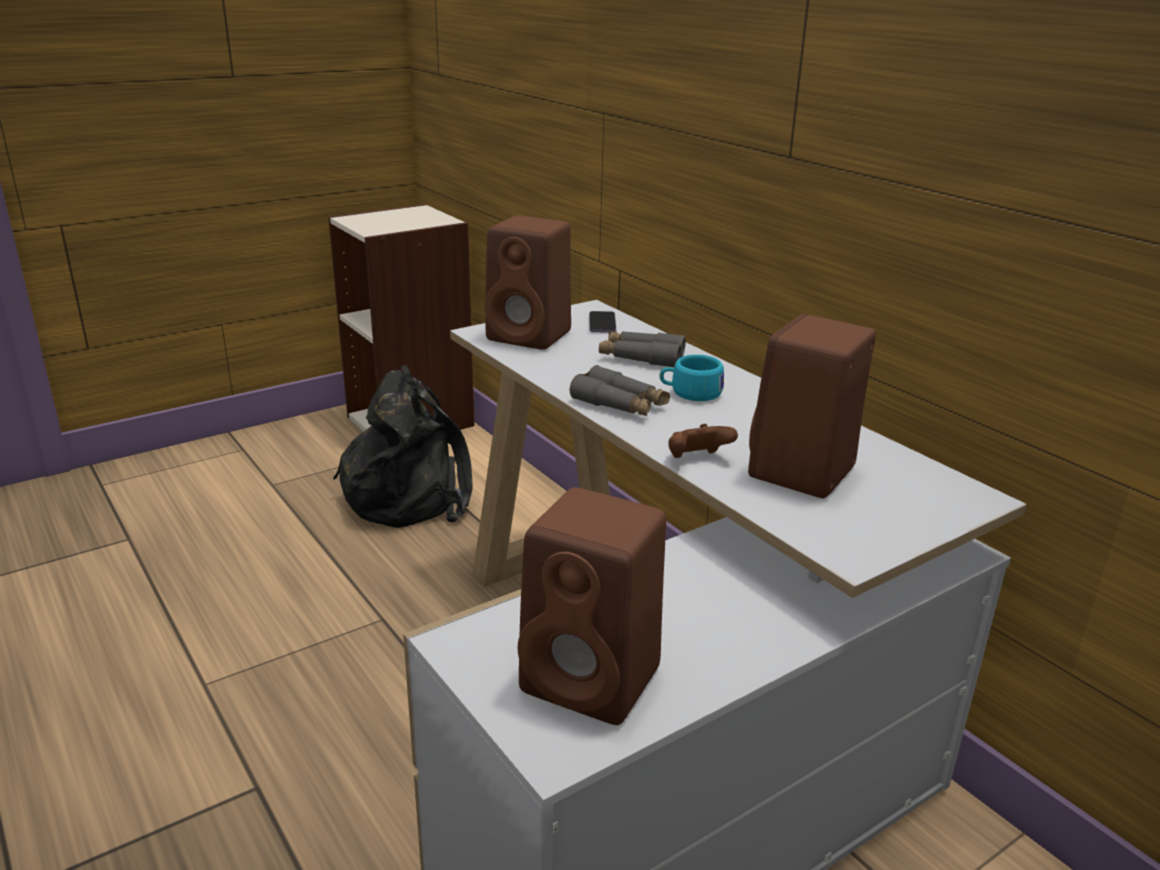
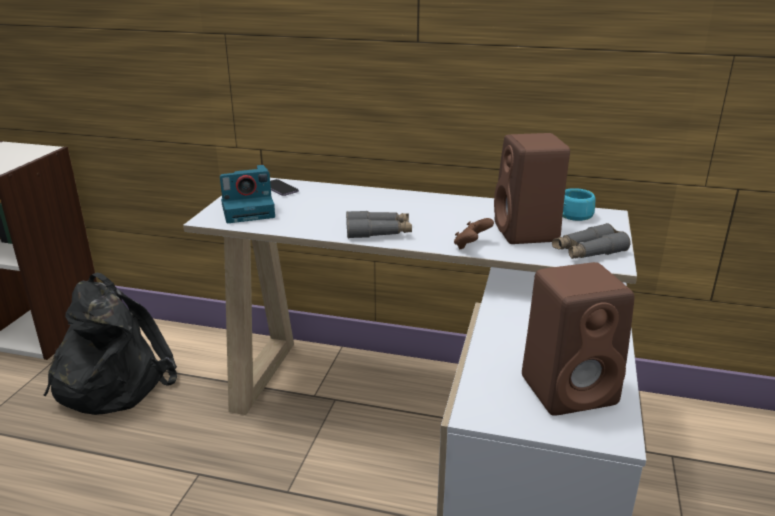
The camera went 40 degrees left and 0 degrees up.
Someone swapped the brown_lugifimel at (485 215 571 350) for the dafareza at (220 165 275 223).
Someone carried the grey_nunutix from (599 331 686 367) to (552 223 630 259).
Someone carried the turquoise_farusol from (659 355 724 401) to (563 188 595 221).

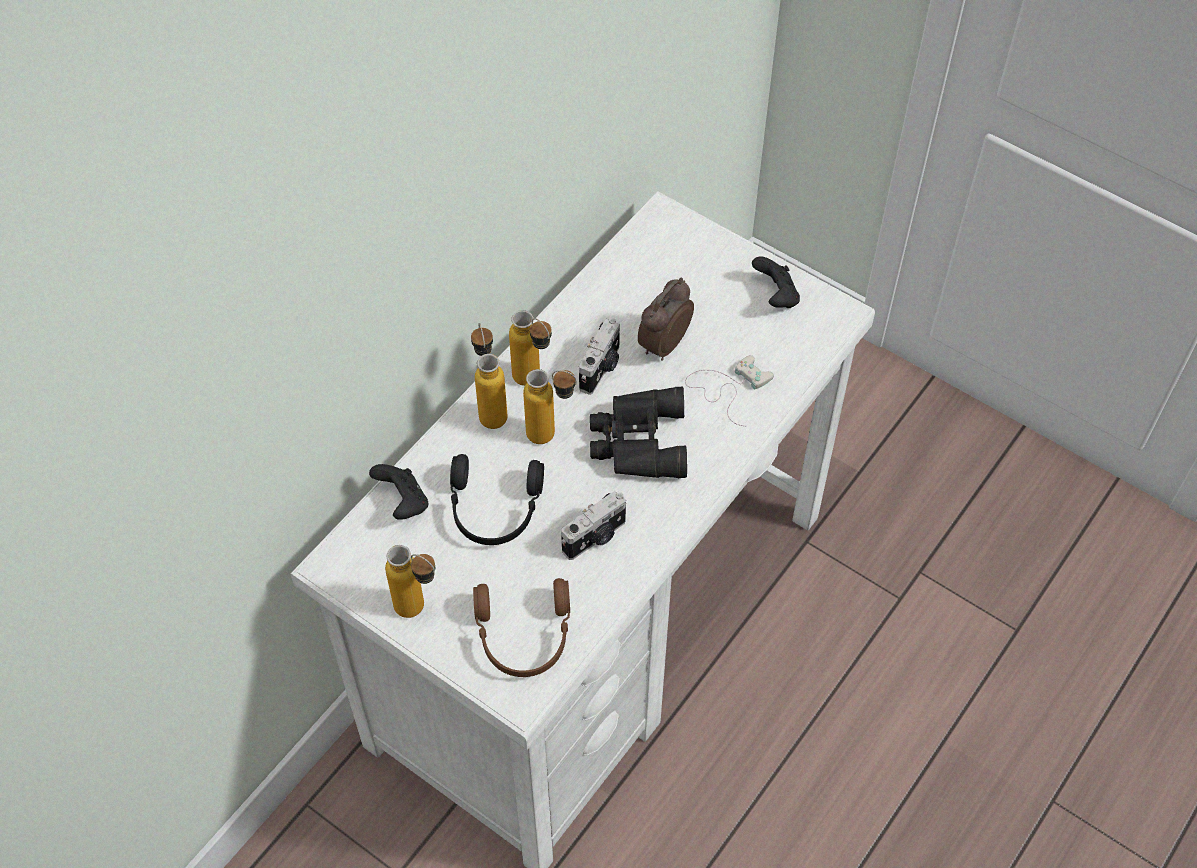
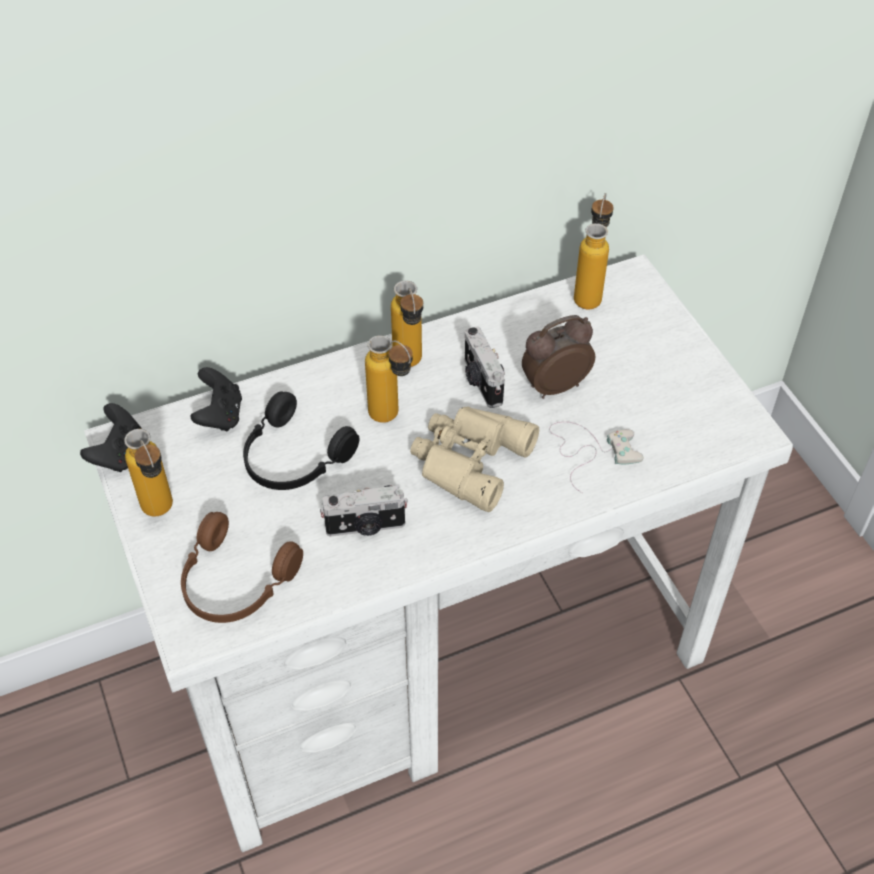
The camera went 30 degrees right and 5 degrees down.
Someone carried the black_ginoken from (752 257 800 308) to (80 403 142 472).
Someone rotated the dafareza at (579 318 620 395) by 105 degrees clockwise.
Someone carried the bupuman from (471 323 508 429) to (574 193 614 309).
Someone repainted the black_nunutix at (590 387 687 478), which became the beige_nunutix at (410 406 539 512).

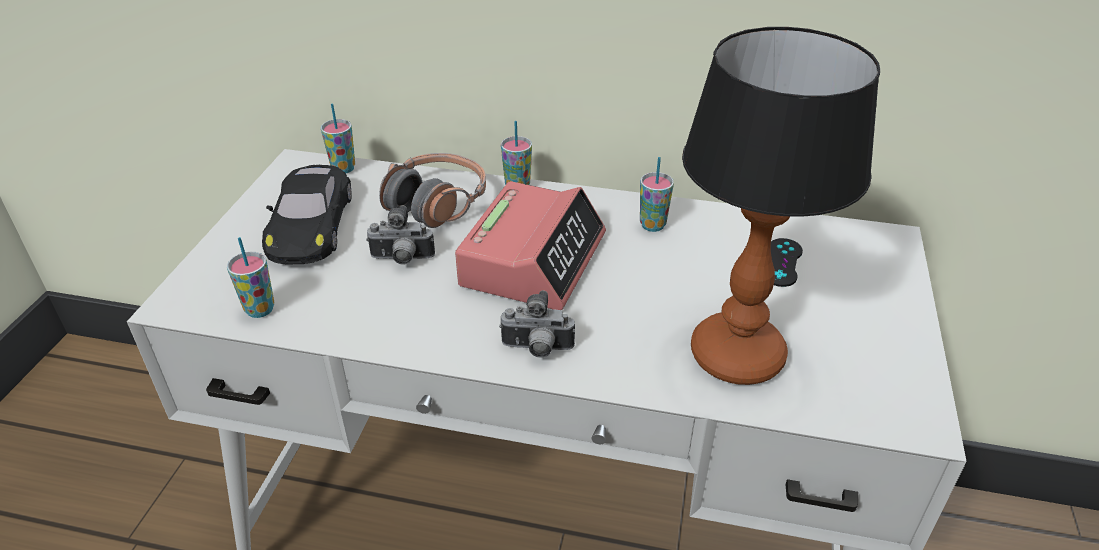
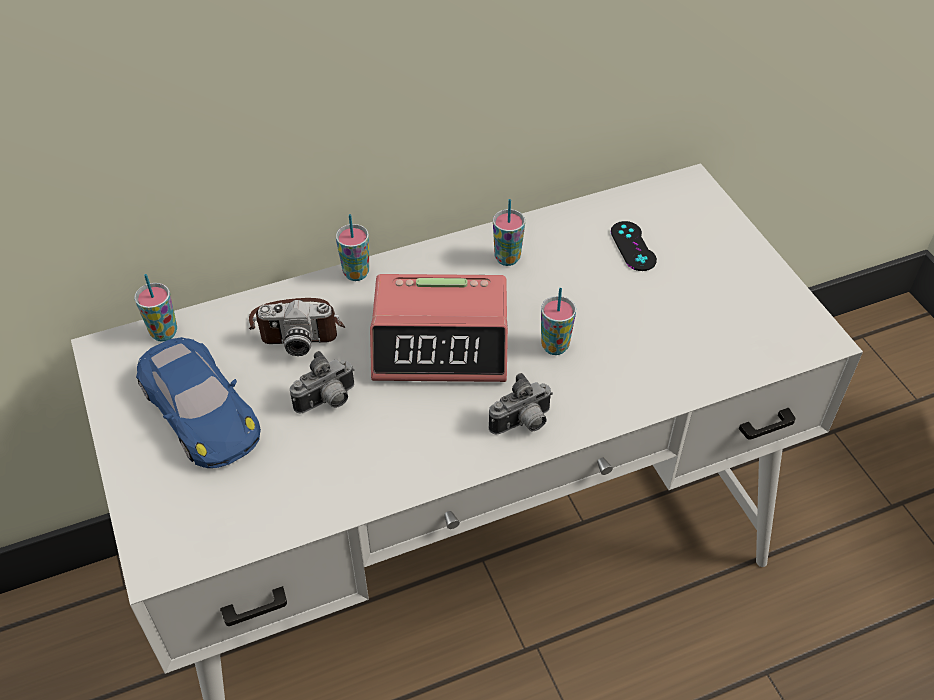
The camera went 35 degrees left and 10 degrees up.
Someone took away the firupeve at (682 27 880 385).
Someone swapped the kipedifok at (379 153 486 228) for the dafareza at (249 298 345 356).
Someone repainted the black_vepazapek at (262 165 352 265), which became the blue_vepazapek at (136 337 261 468).
Someone rotated the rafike at (455 181 606 310) by 105 degrees clockwise.
Someone carried the farusol from (227 237 274 318) to (541 288 576 355).

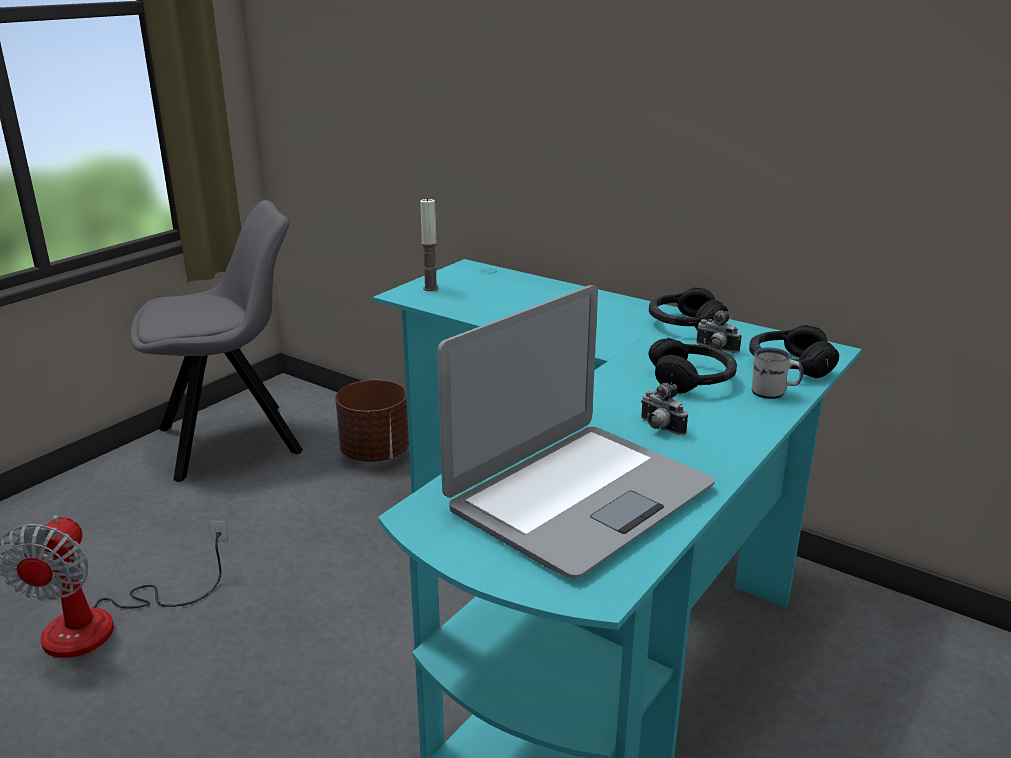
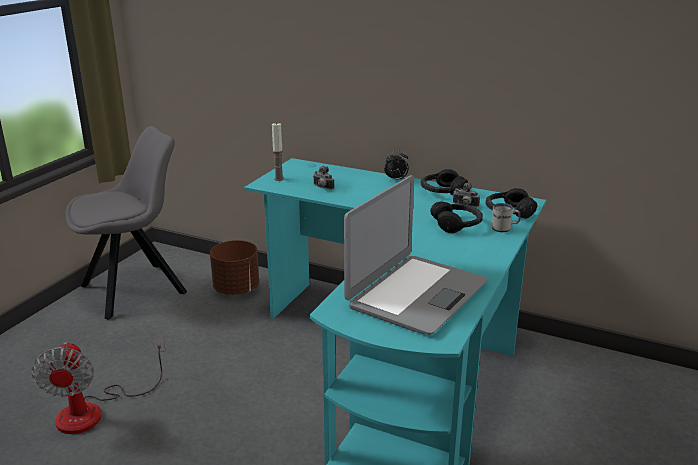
The camera went 10 degrees left and 0 degrees up.
Someone carried the dafareza from (641 383 688 435) to (313 166 334 190).
Someone put down the rafike at (384 150 408 181).

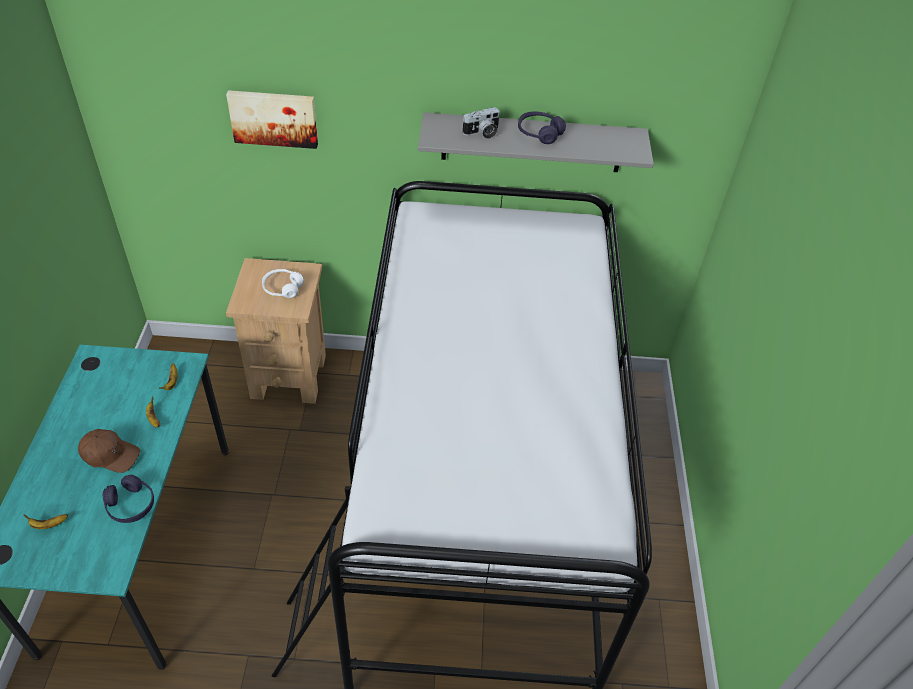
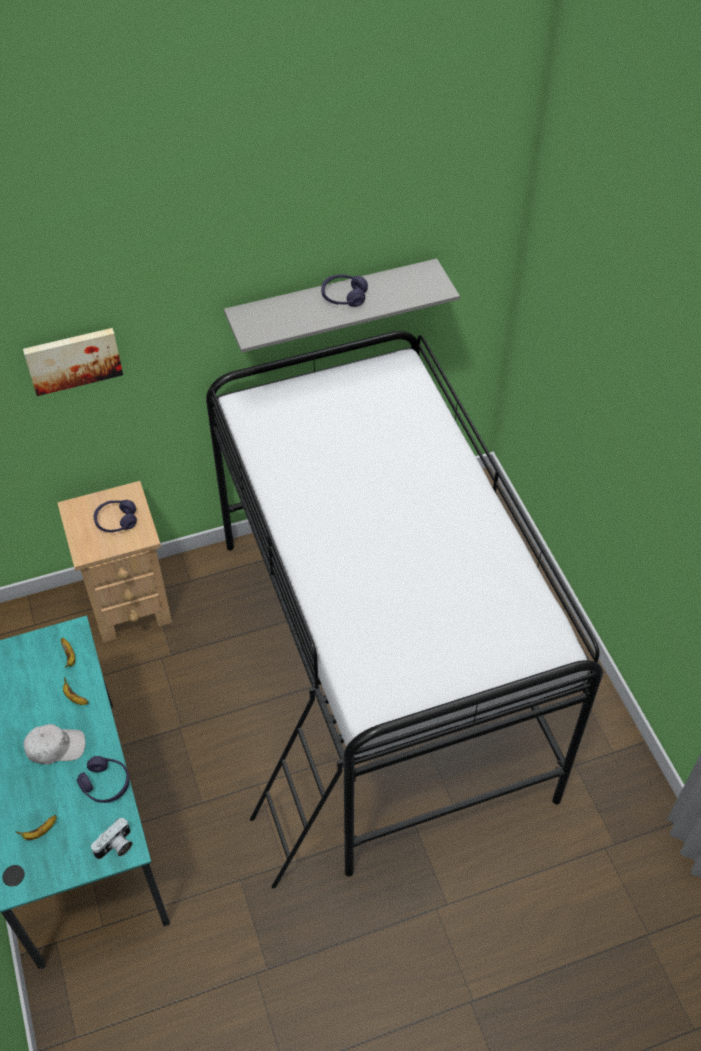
The camera went 20 degrees left and 5 degrees up.
Someone carried the dafareza from (462 107 500 139) to (91 818 133 859).
Someone repainted the white_kipedifok at (262 269 304 298), which became the purple_kipedifok at (94 500 137 533).
Someone repainted the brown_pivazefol at (78 429 141 473), which became the white_pivazefol at (24 724 86 765).

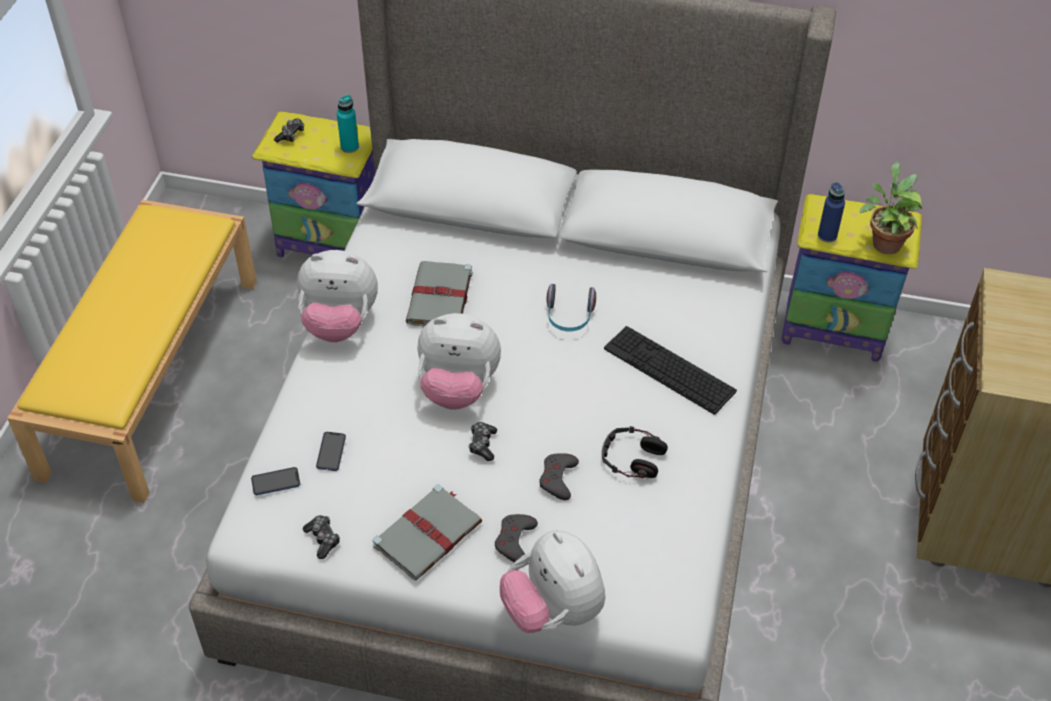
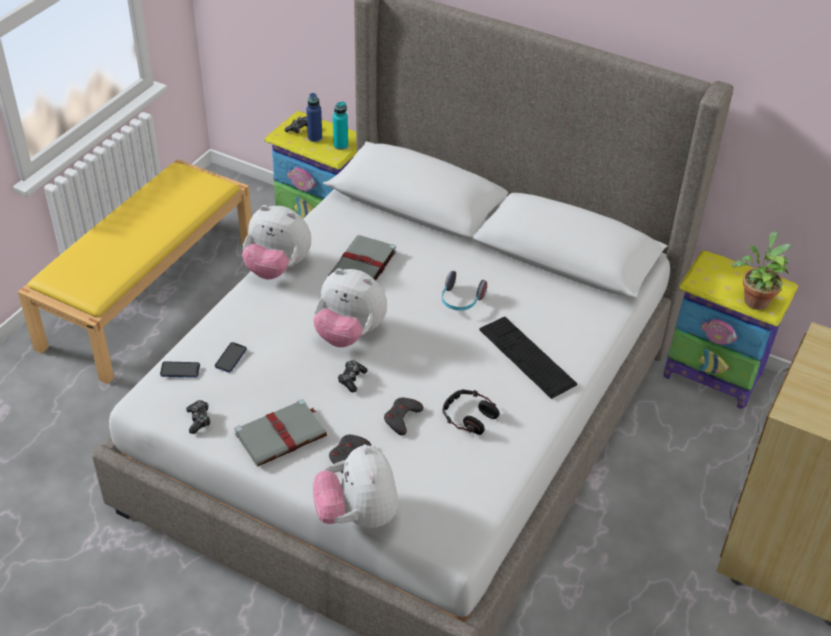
The camera went 15 degrees right and 5 degrees down.
Someone carried the blue_bupuman from (818 182 845 242) to (306 93 322 142).

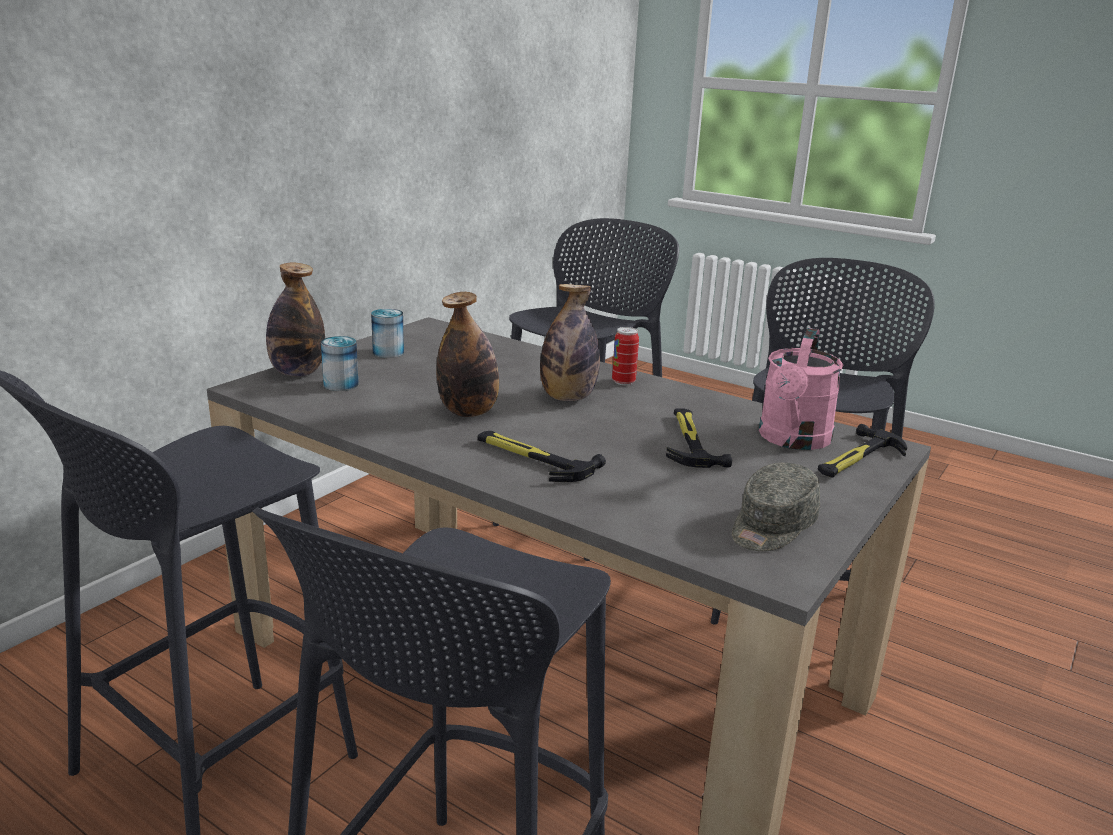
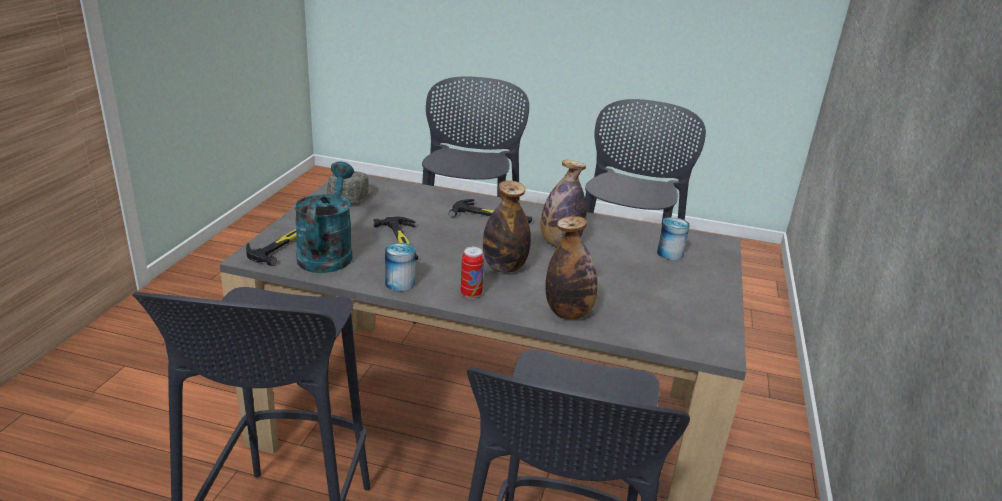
The camera went 160 degrees right and 5 degrees up.
Someone carried the bupuman from (266 263 325 377) to (545 216 598 319).
Someone carried the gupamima from (371 309 404 358) to (385 243 415 292).
Someone repainted the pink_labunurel at (759 328 843 450), which became the turquoise_labunurel at (294 161 354 273).

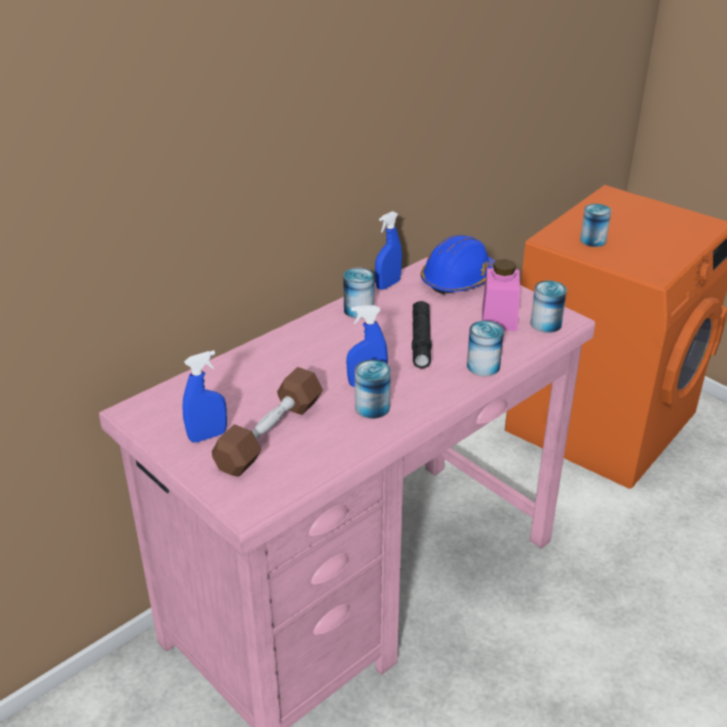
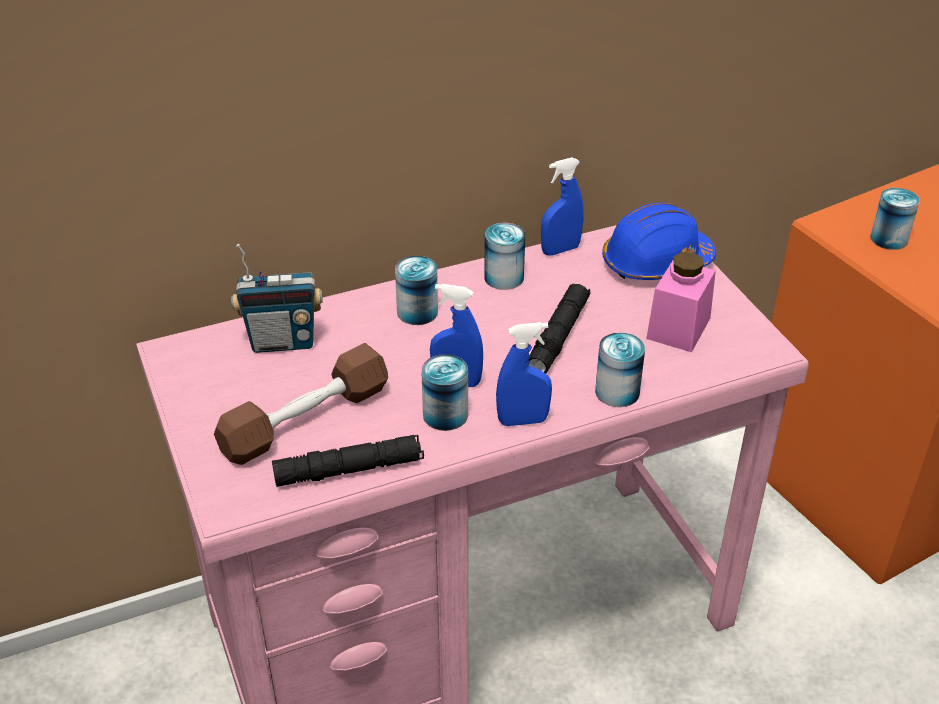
The camera went 20 degrees right and 5 degrees up.
Someone carried the gupamima from (530 281 567 333) to (395 256 438 325).
Someone carried the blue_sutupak from (182 350 227 443) to (496 322 552 426).
Someone put down the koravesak at (231 244 323 353).
Someone put down the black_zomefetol at (272 435 424 487).

